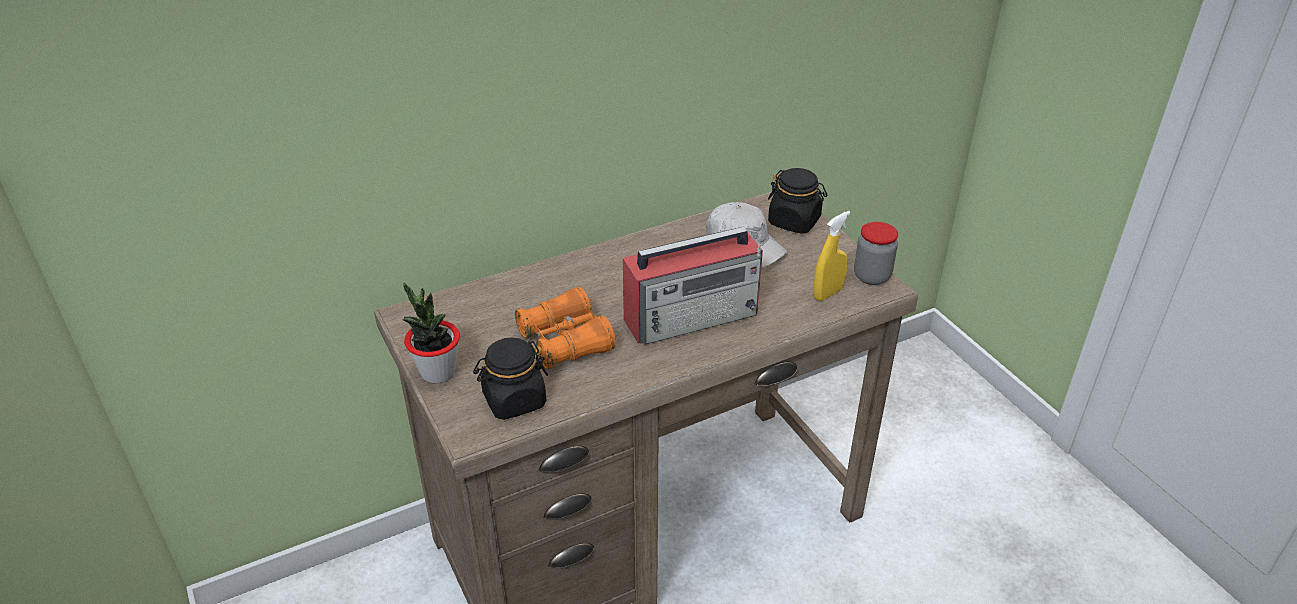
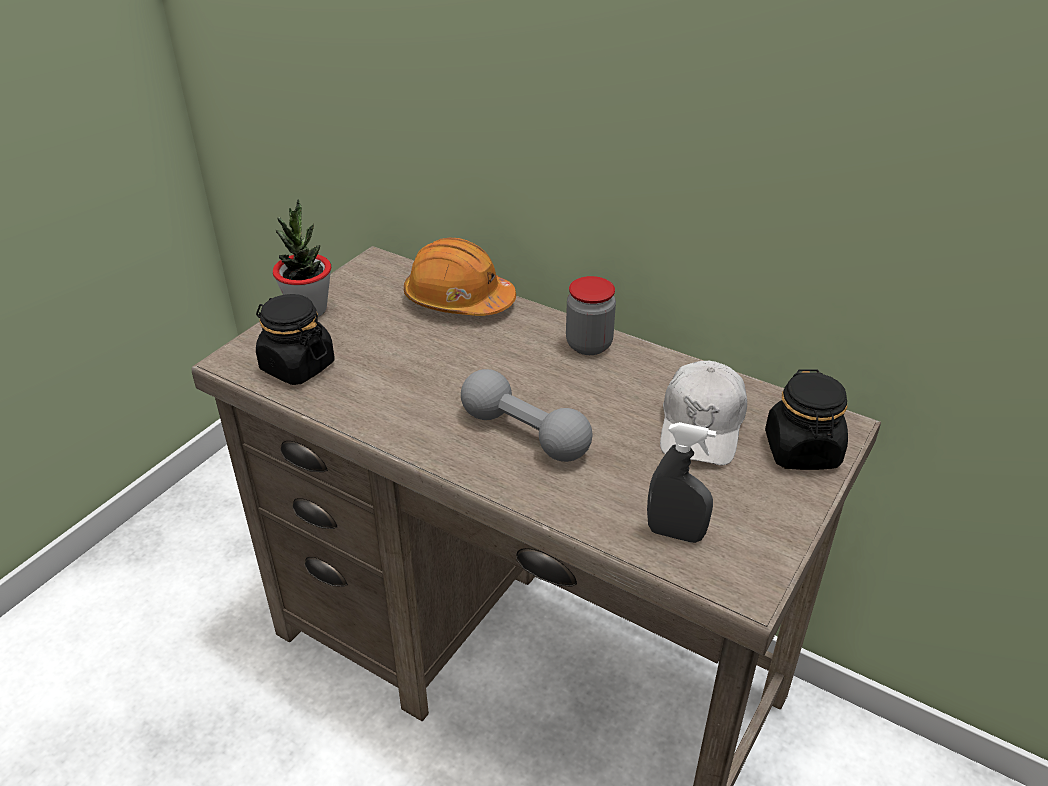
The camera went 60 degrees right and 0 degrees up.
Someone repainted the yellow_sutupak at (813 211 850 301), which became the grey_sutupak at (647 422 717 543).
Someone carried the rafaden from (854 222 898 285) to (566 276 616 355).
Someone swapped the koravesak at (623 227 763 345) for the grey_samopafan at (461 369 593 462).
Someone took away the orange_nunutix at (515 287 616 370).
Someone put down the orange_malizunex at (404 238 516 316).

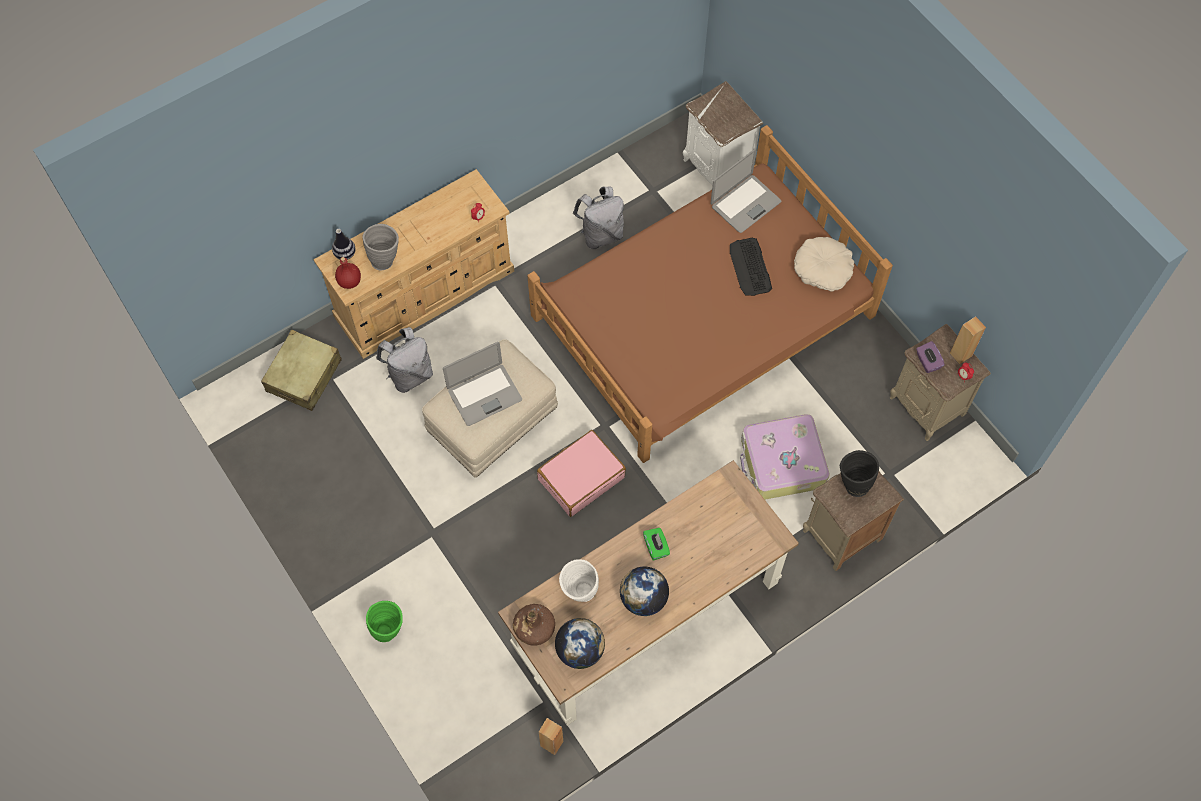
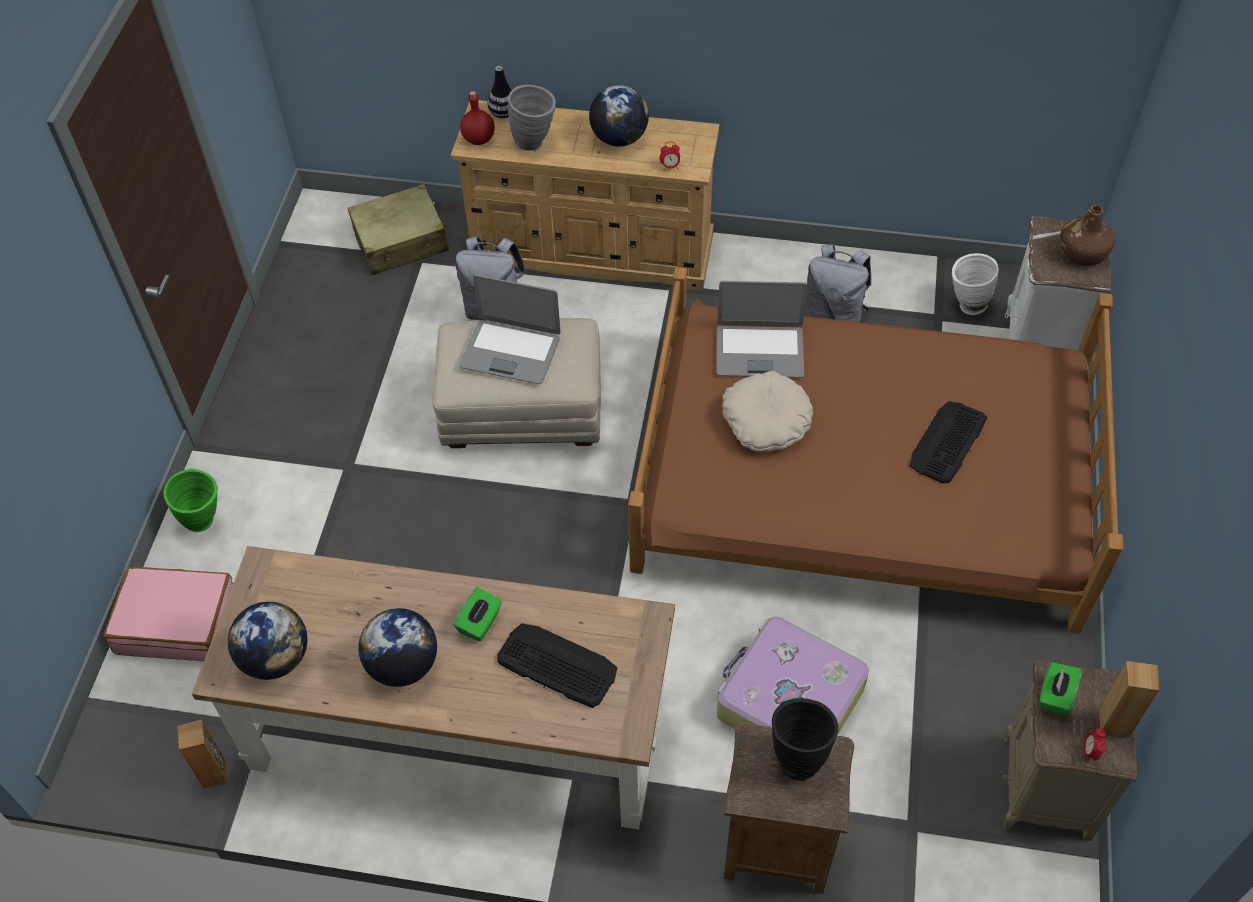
The camera went 45 degrees right and 10 degrees down.
Someone carried the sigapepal from (710 149 781 233) to (717 281 808 378).
Someone carried the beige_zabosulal from (794 237 854 292) to (722 371 813 452).
Someone repainted the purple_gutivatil at (916 341 945 373), which became the green_gutivatil at (1040 662 1082 716).
Someone carried the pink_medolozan from (537 430 626 517) to (103 567 233 661).
Someone carried the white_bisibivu from (559 559 599 602) to (952 253 999 315).
Someone carried the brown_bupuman from (513 604 555 646) to (1060 204 1115 266).
Someone put down the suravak at (589 85 649 147).
Someone put down the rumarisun at (497 623 617 708).

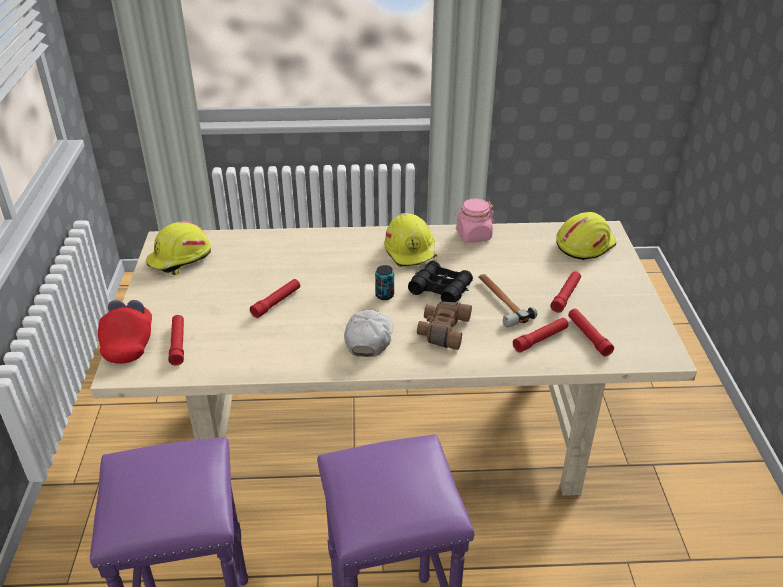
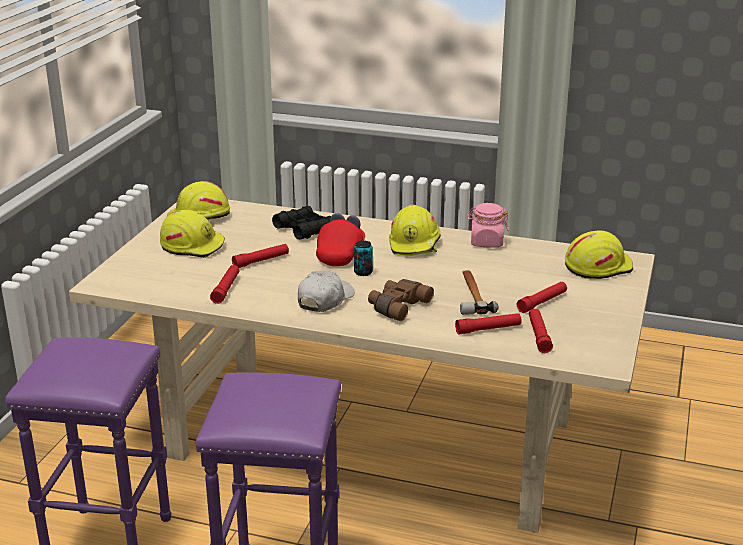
The camera went 20 degrees right and 10 degrees down.
Someone carried the black_nunutix from (408 261 473 302) to (272 206 331 239).
Someone carried the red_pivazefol from (98 300 152 364) to (316 213 365 266).
Someone carried the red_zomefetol from (168 315 184 366) to (210 265 239 304).
Someone put down the yellow_malizunex at (160 210 225 258).

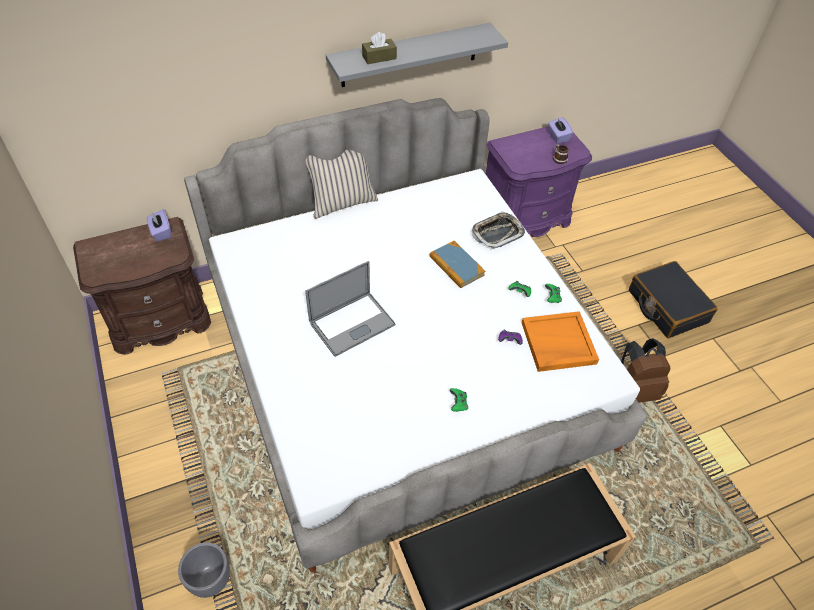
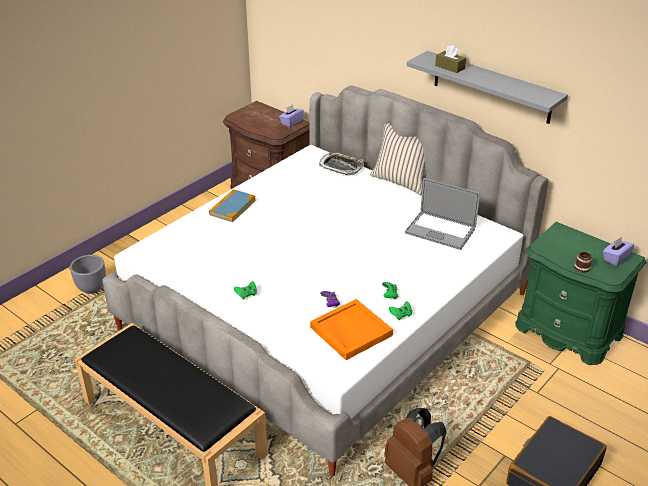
The camera went 65 degrees right and 15 degrees down.
Someone repainted the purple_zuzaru at (486 126 592 237), which became the green_zuzaru at (515 222 647 365).
Someone carried the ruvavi from (472 211 525 249) to (319 152 364 176).
Someone carried the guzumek from (429 241 485 288) to (209 189 256 222).
Someone carried the sigapepal from (305 261 396 357) to (405 178 480 250).

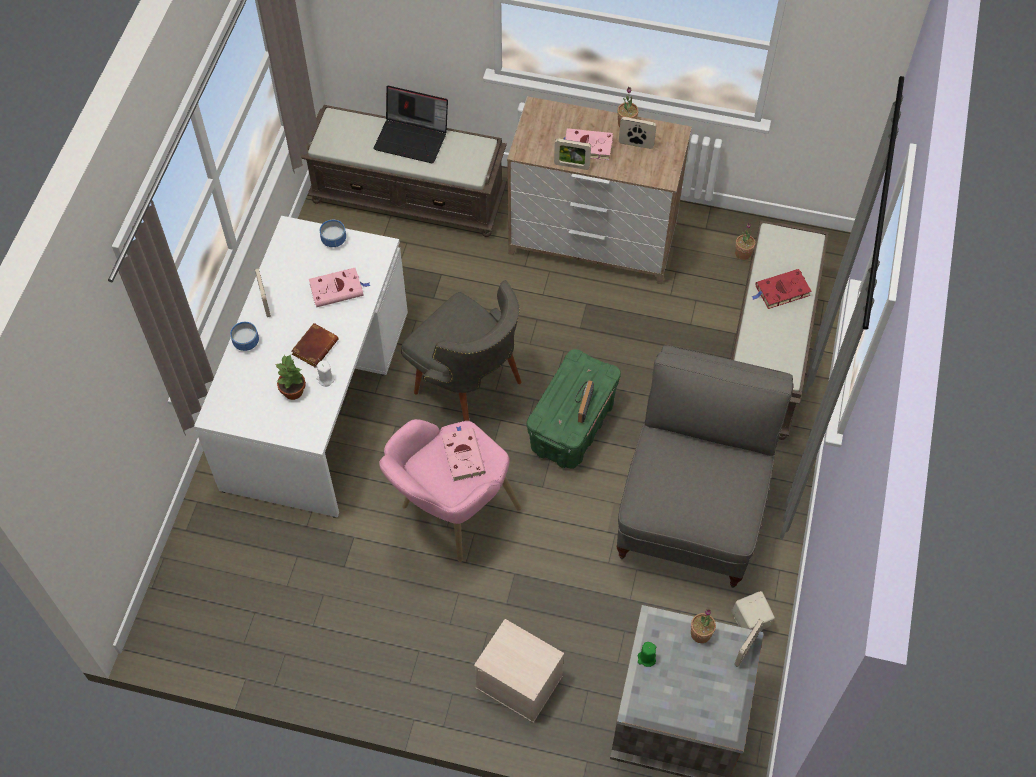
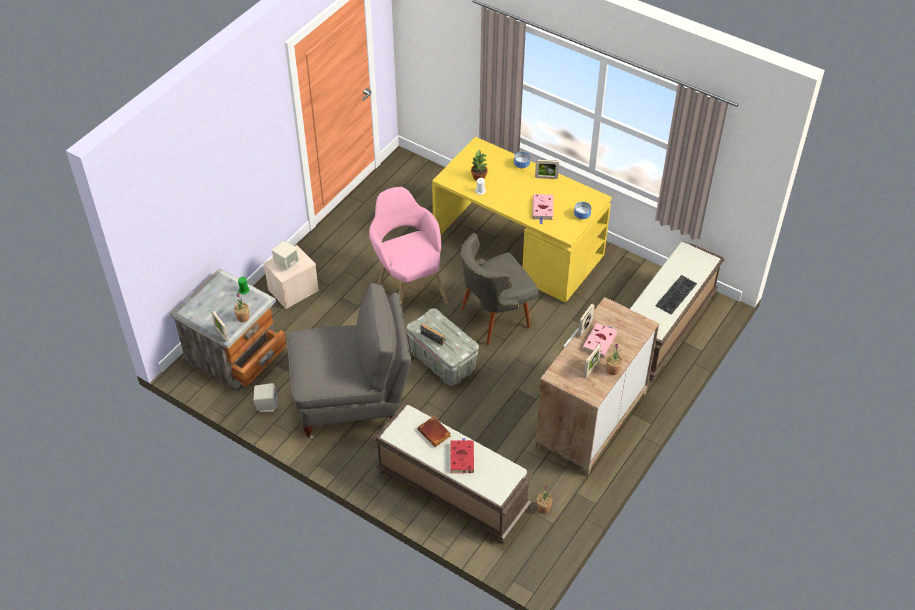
The camera went 110 degrees right and 10 degrees down.
Someone swapped the sigapepal at (373 86 448 163) for the rumarisun at (655 275 697 315).
Someone repainted the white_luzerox at (194 216 408 517), which became the yellow_luzerox at (432 137 612 303).
Someone carried the brown_guzumek from (291 323 339 368) to (418 416 451 447).
Someone rotated the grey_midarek at (617 345 794 588) by 45 degrees counterclockwise.
Someone repainted the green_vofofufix at (527 349 621 469), which became the grey_vofofufix at (407 308 479 386).
Someone took away the pink_guzumek at (442 426 486 481).
Someone put down the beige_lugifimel at (272 241 299 272).

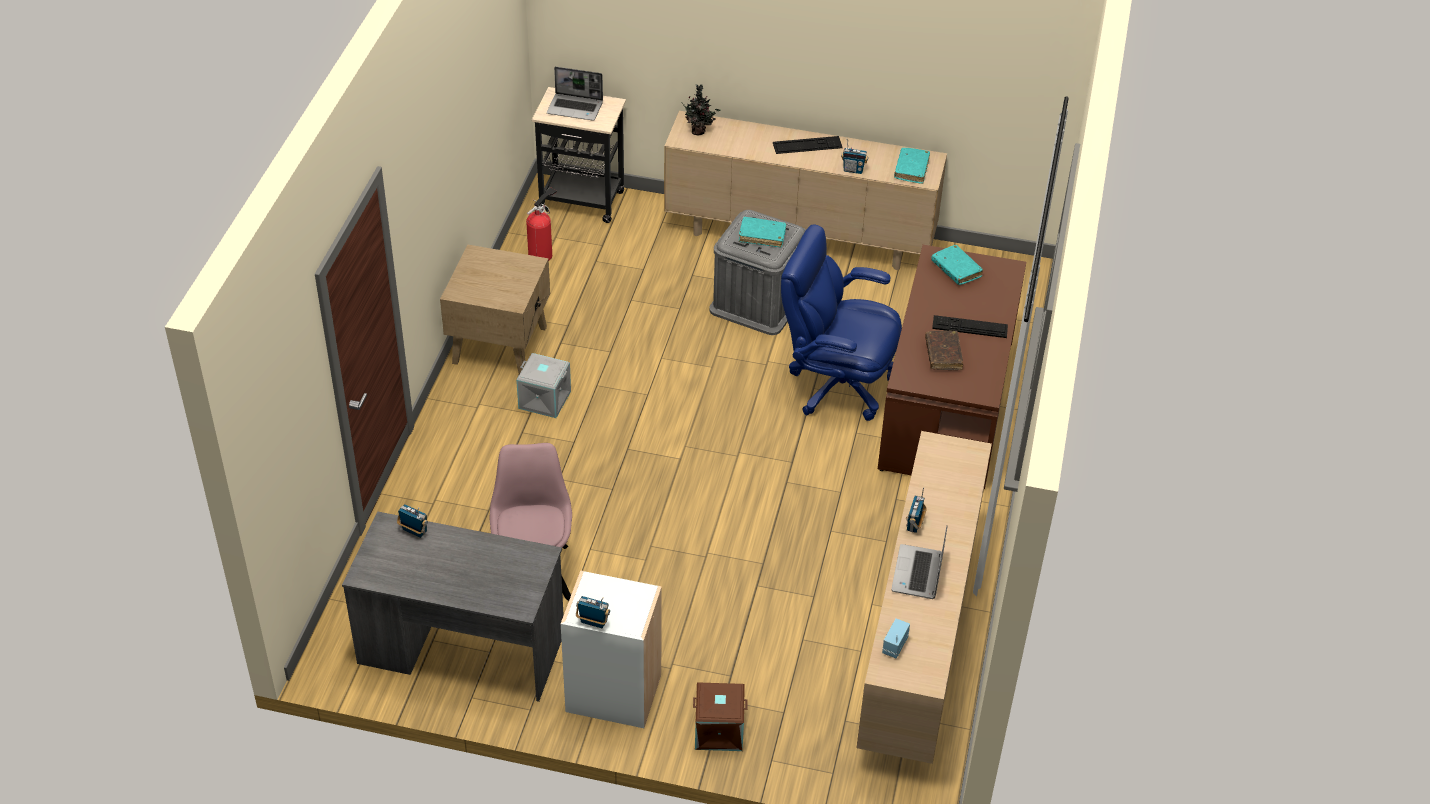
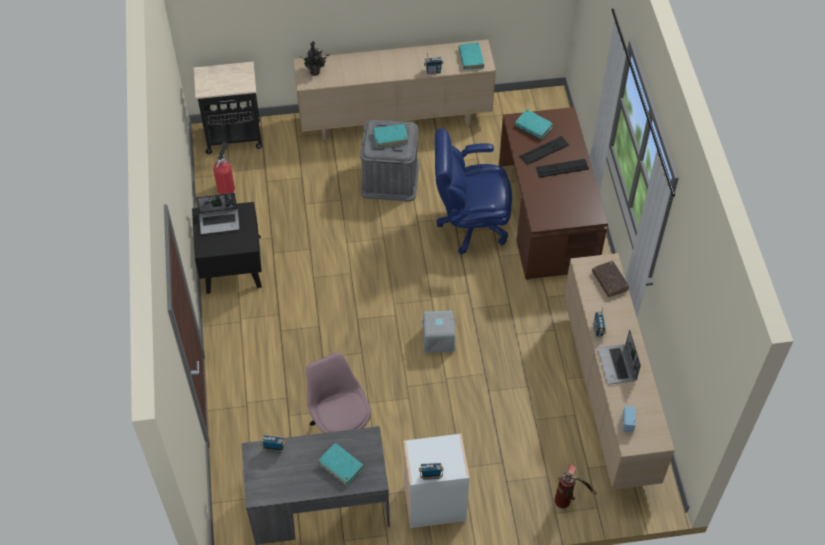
The camera went 20 degrees left and 10 degrees up.
Someone carried the sigapepal from (547 67 603 121) to (196 193 240 234).
Someone carried the rumarisun from (773 136 843 154) to (520 136 569 165).
Someone repainted the beige_zuzaru at (440 245 550 374), which became the black_zuzaru at (192 202 262 294).
Someone carried the brown_guzumek from (925 331 963 370) to (592 261 629 297).
Someone carried the grey_vofofufix from (516 353 571 418) to (422 310 456 353).
Someone took away the brown_vofofufix at (693 682 748 751).
Someone put down the turquoise_guzumek at (319 443 364 485).
Someone put down the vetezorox at (555 464 597 508).

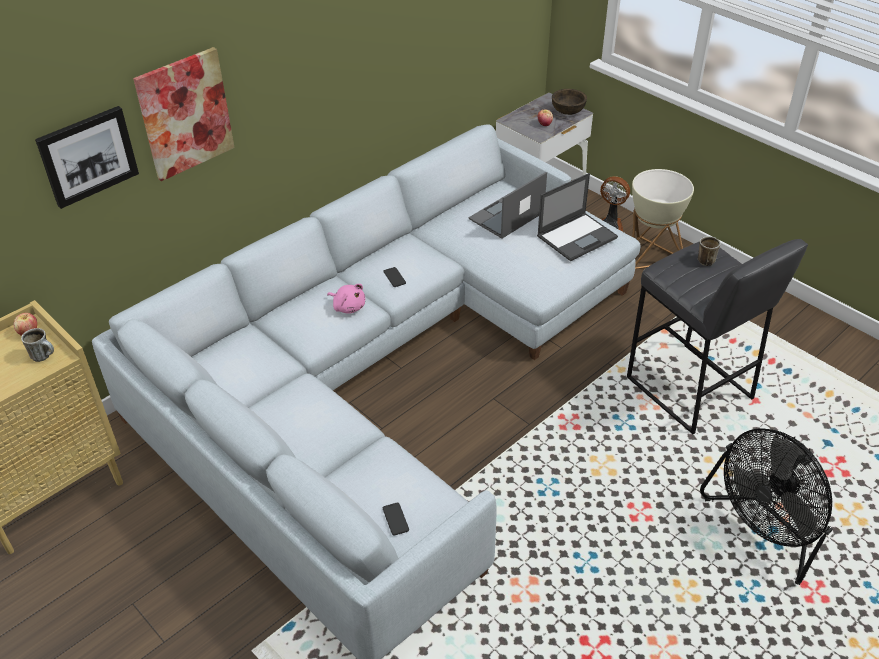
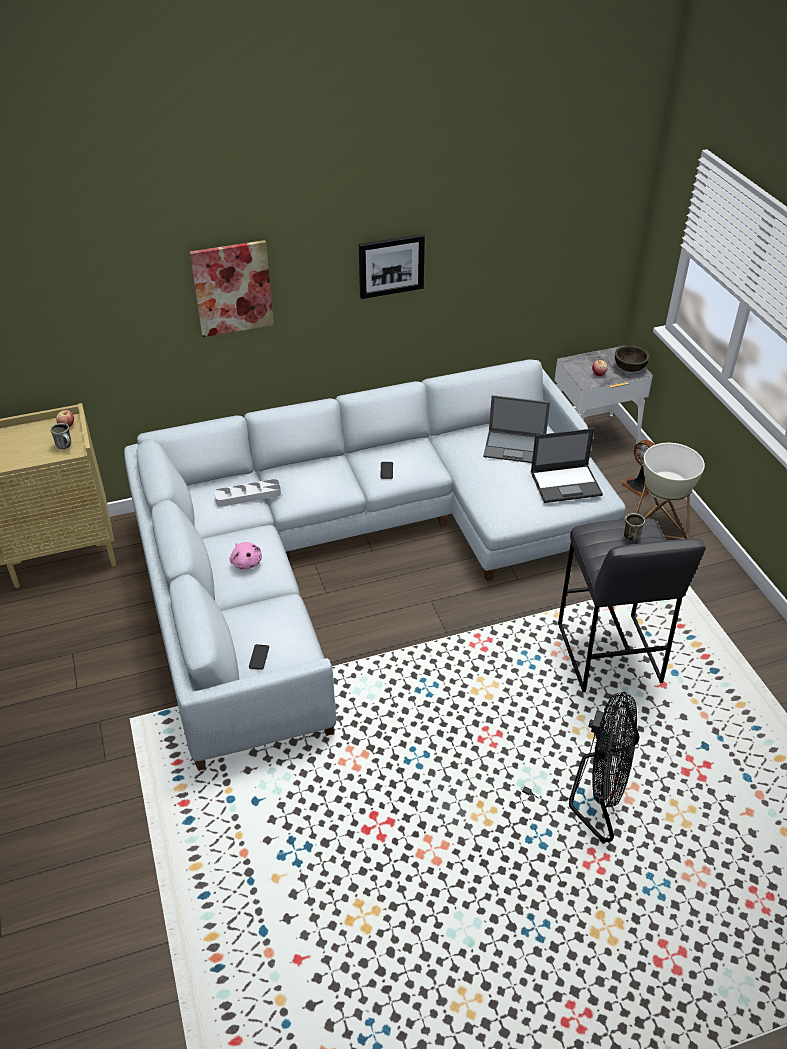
The camera went 25 degrees right and 0 degrees up.
Someone carried the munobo from (35 106 139 209) to (359 234 425 299).
Someone rotated the sigapepal at (469 172 547 238) by 150 degrees counterclockwise.
Someone carried the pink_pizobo from (327 284 365 314) to (230 542 262 570).
Someone rotated the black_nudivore at (700 428 833 585) by 150 degrees counterclockwise.
Someone put down the grey_ruvavi at (214 479 281 507).

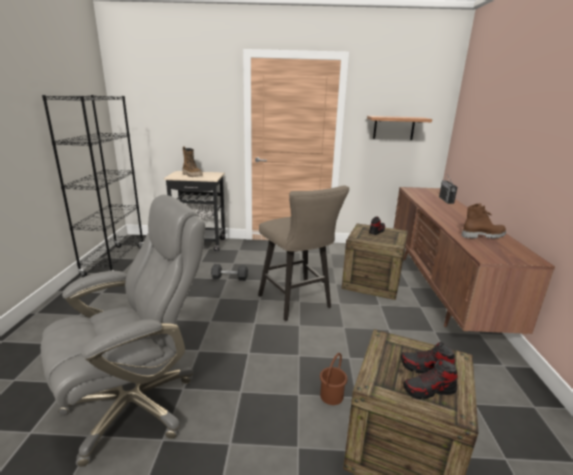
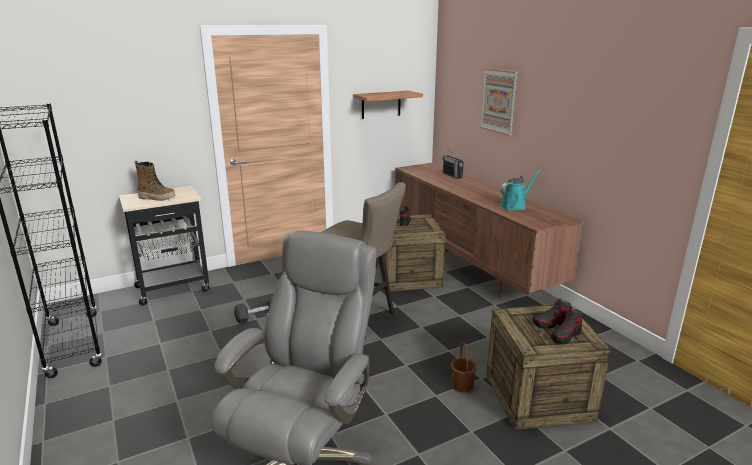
The camera went 30 degrees left and 0 degrees up.
Someone swapped the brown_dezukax at (461 203 506 239) for the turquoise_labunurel at (500 170 541 210).
Someone put up the munobo at (480 68 518 136).

